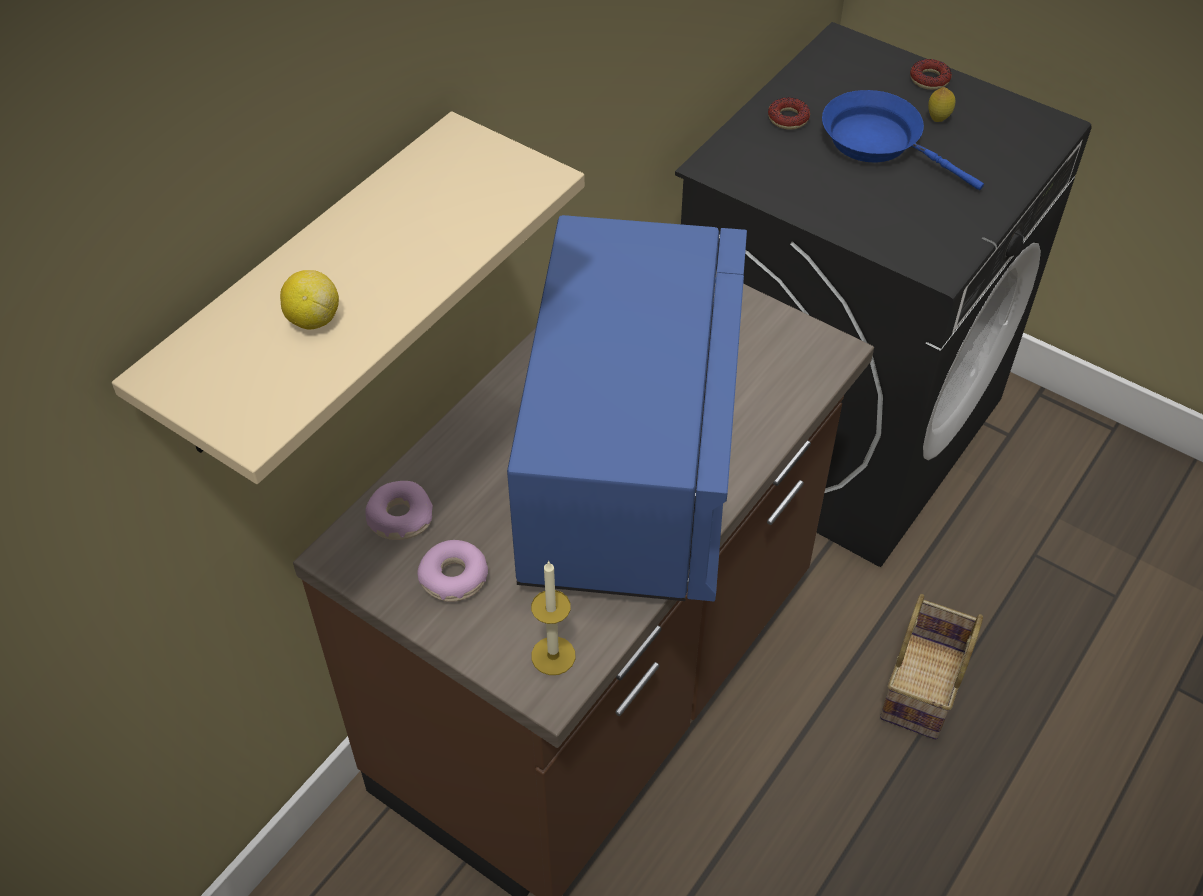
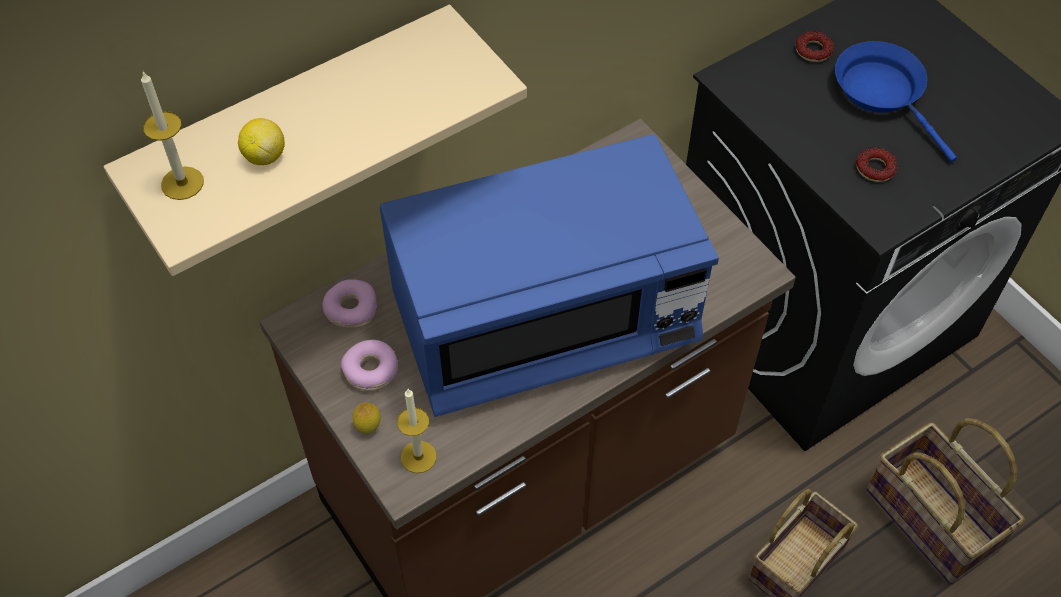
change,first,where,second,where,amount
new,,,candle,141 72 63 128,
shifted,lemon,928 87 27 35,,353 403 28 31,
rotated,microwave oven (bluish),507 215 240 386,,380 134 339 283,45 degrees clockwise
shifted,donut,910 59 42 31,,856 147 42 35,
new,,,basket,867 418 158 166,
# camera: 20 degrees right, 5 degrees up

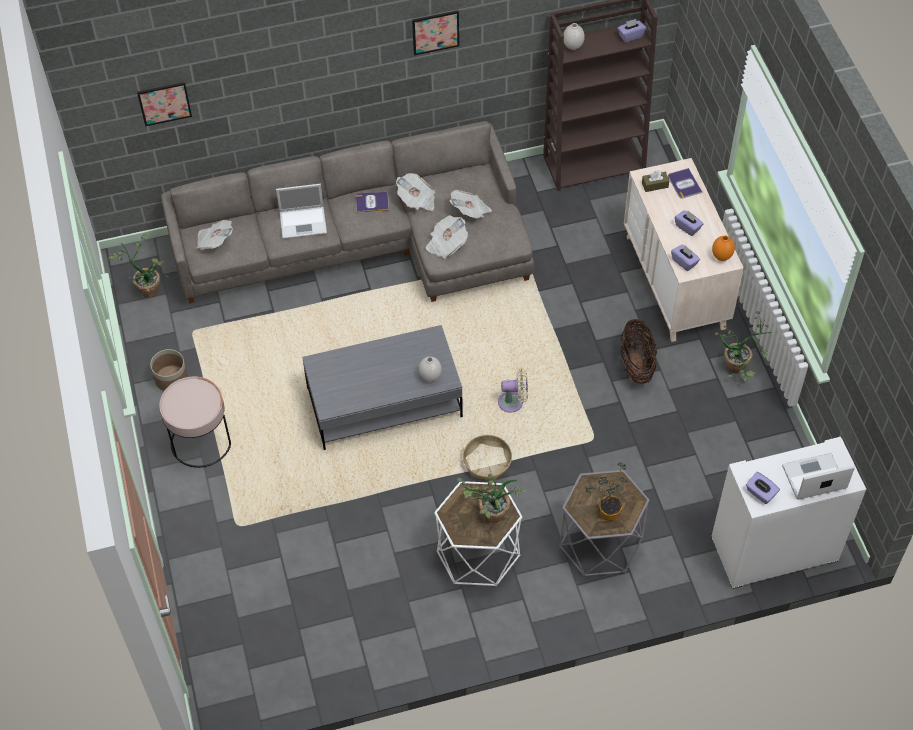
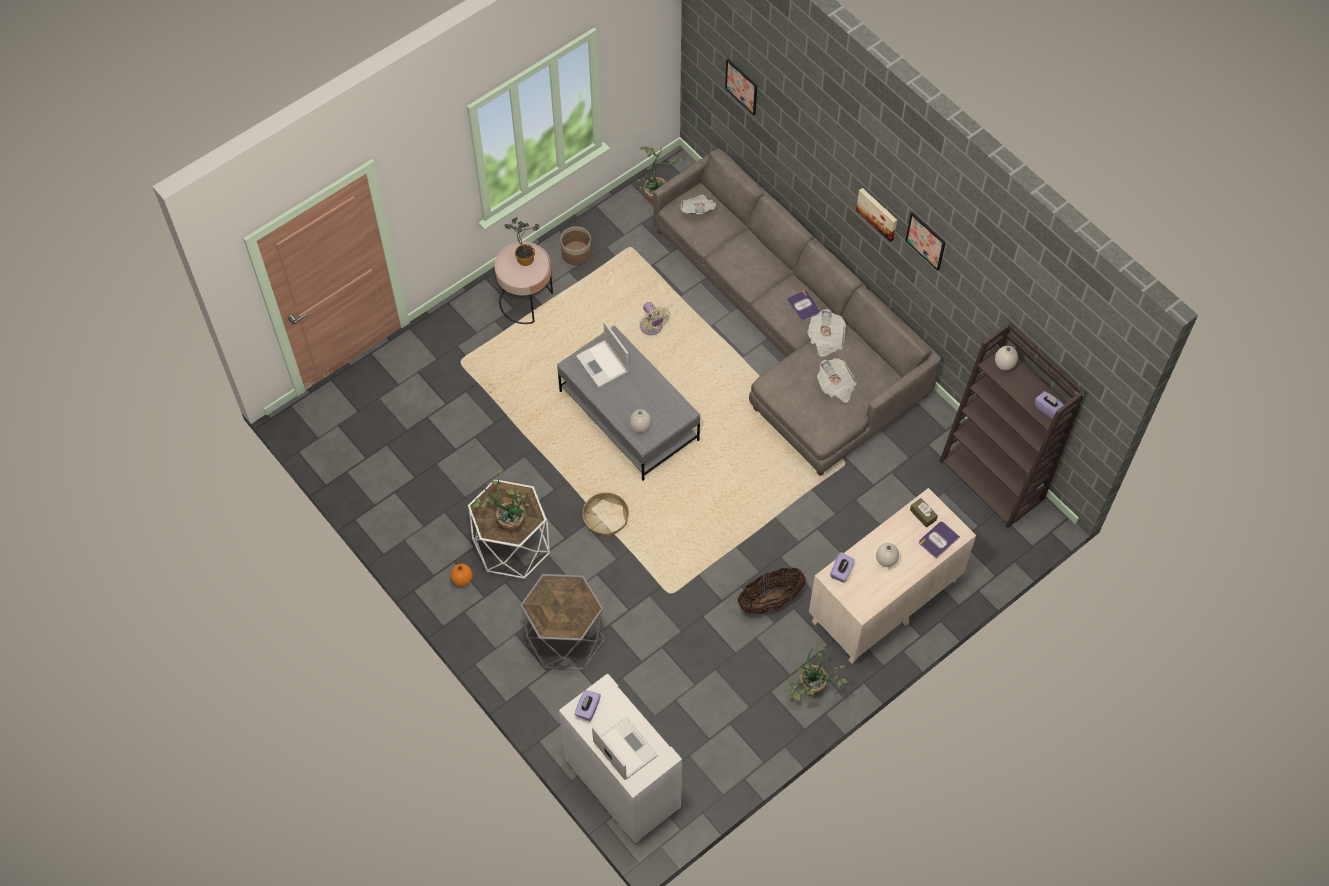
change,first,where,second,where,amount
shifted,flower vase (orangey),712 236 23 25,,451 564 21 23,
shifted,potted plant,585 462 43 59,,504 217 35 49,
shifted,portable computer,276 184 51 55,,576 322 53 66,
shifted,cooling fan (beige-coloured),498 368 30 45,,640 302 30 33,
new,,,wall art,856 188 41 54,
swapped,tissue box (purple),675 210 29 26,flower vase (whitish),876 543 23 24,
gone,printed paper,426 216 42 43,,,
# camera: 65 degrees right, 5 degrees up

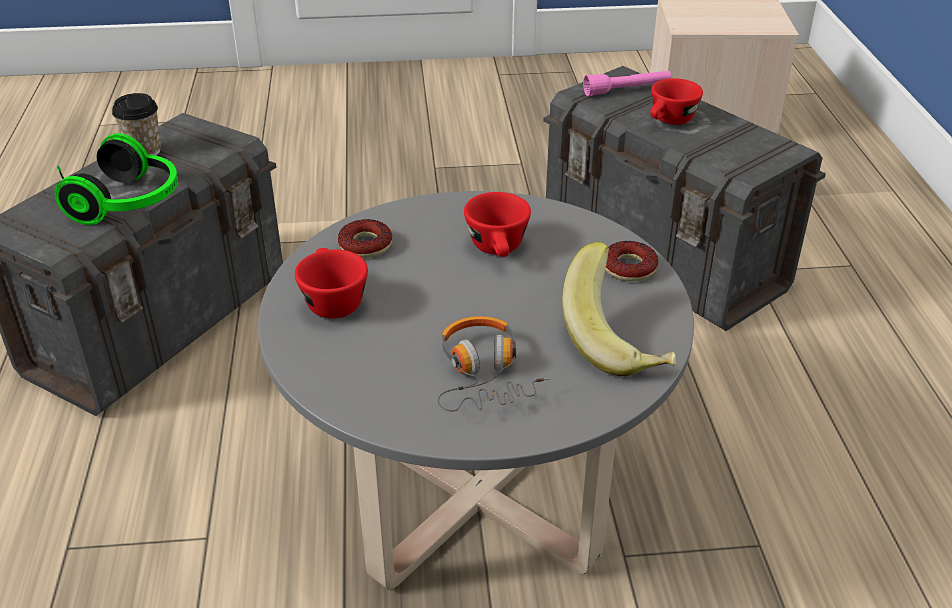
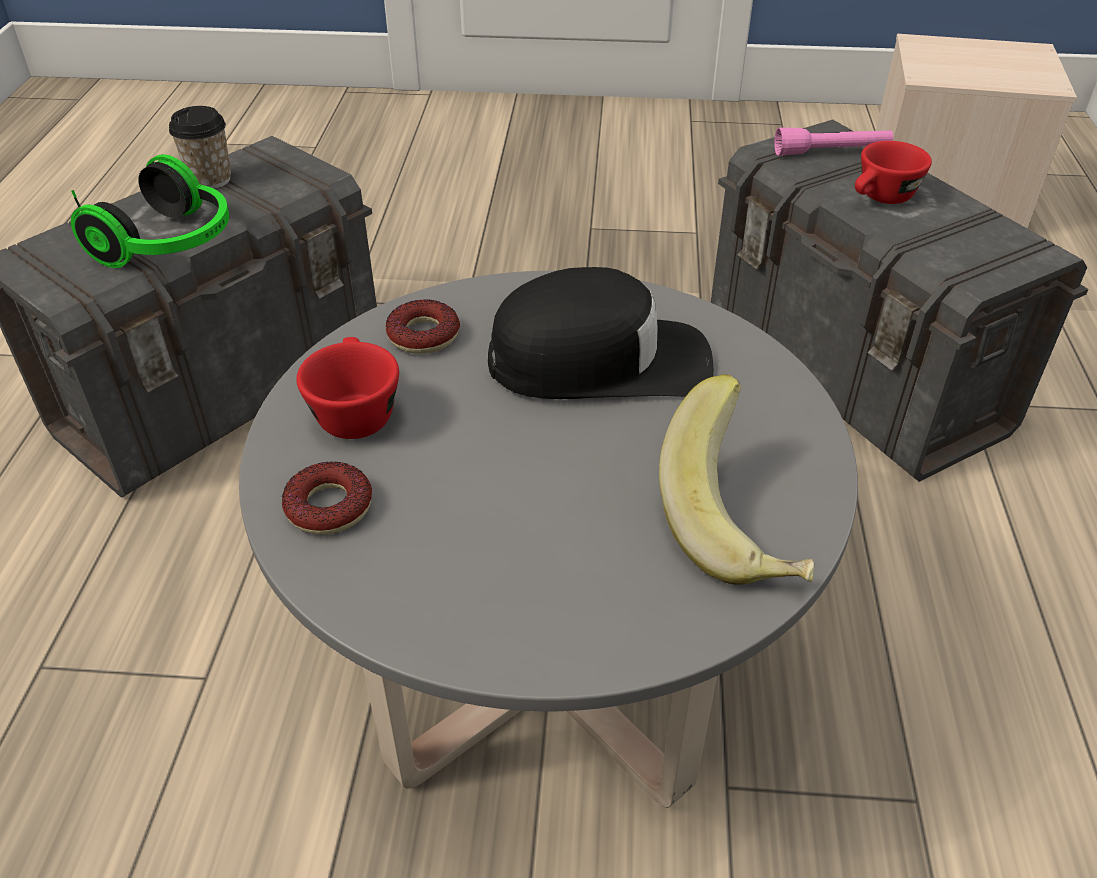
change,first,where,second,where,amount
shifted,donut,605 241 53 40,,282 462 90 73,
swapped,cup (red),464 192 67 65,baseball cap (black),488 267 225 132,
gone,headphones,437 316 113 95,,,
# camera: 10 degrees right, 5 degrees up

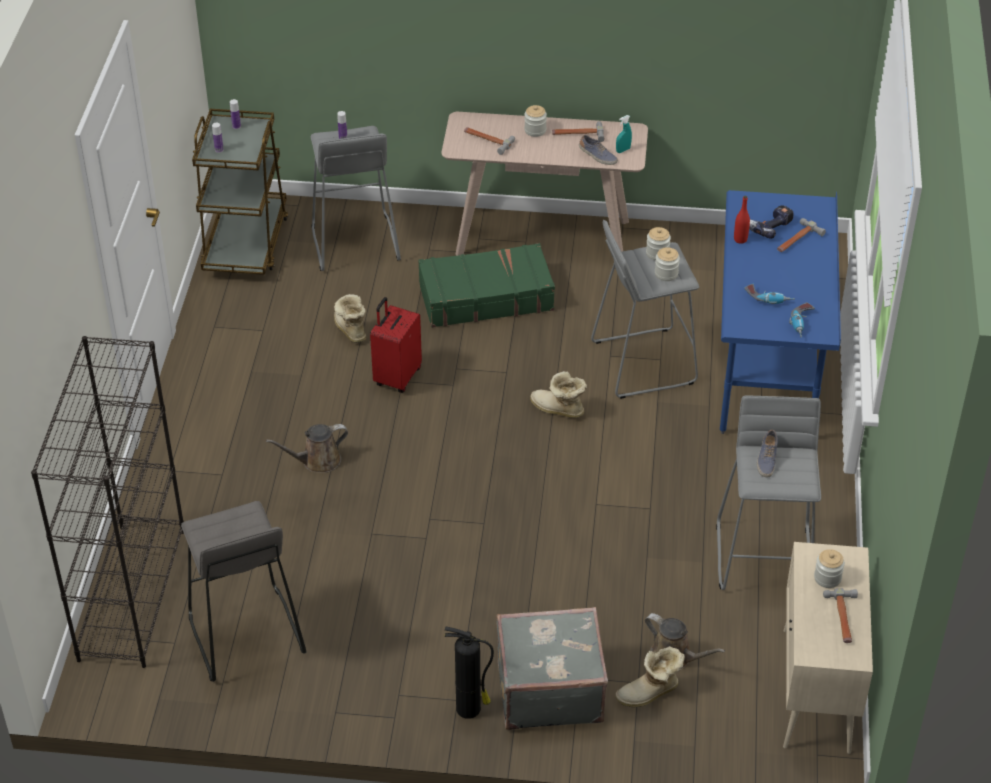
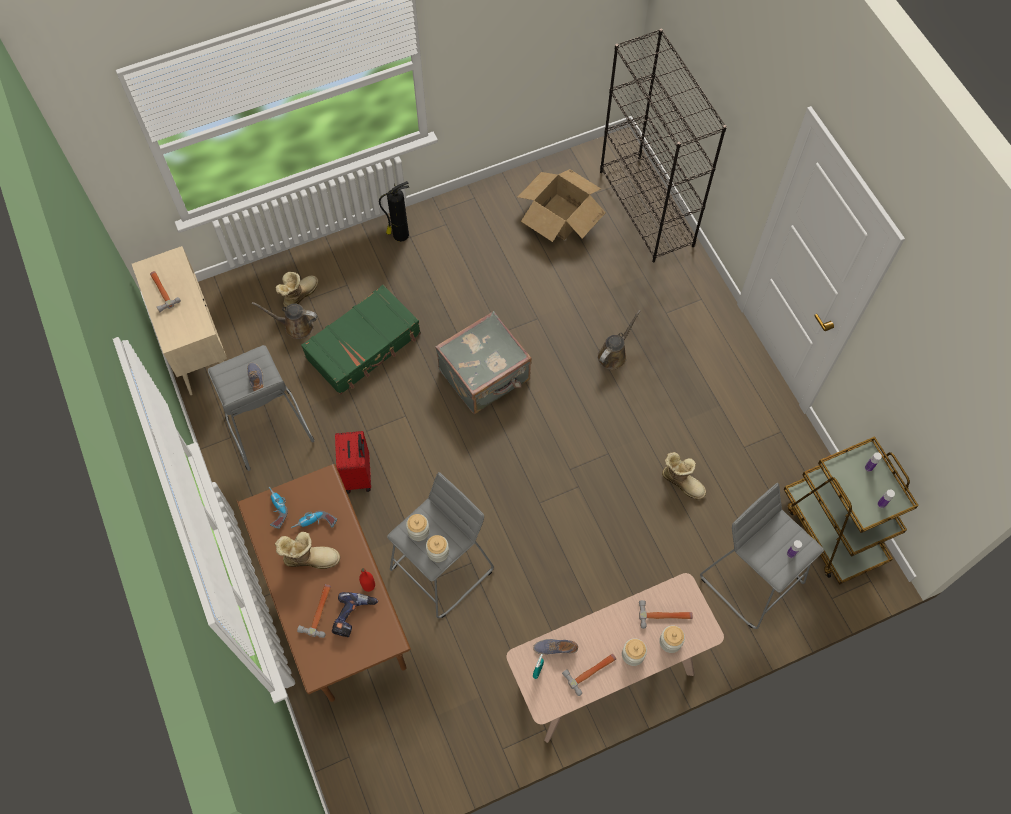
change,first,where,second,where,amount
repainted,desk (bluish),720 190 121 244,desk (brown-coloured),236 464 175 238,
shifted,tall boot,530 371 57 47,,275 532 65 37,
shifted,piece of luggage (green-coloured),418 243 137 85,,301 285 120 110,
shifted,piece of luggage (red),370 297 52 96,,335 431 36 63,
shifted,piece of luggage (grey),496 607 112 123,,435 311 97 103,
swapped,stool seat (grey),181 501 125 181,packing box,518 169 88 73,
shifted,storage jar,814 549 31 39,,659 625 26 28,
# camera: 150 degrees right, 20 degrees up

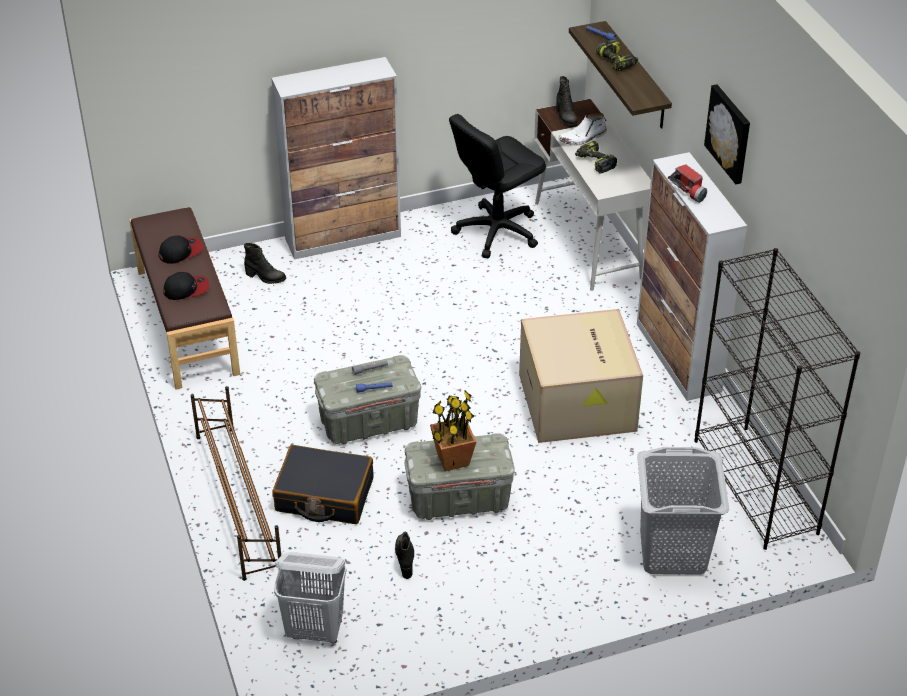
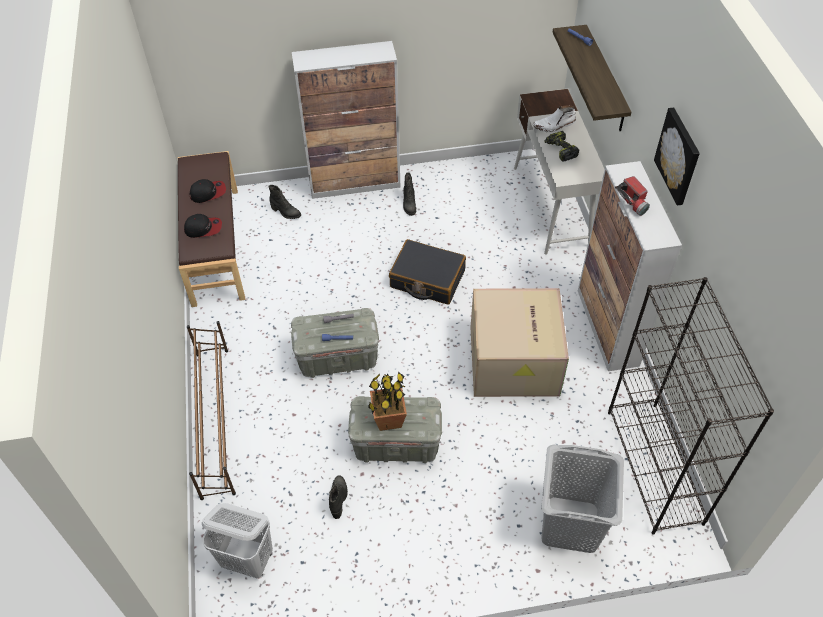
change,first,where,second,where,amount
shifted,piece of luggage (black),272 445 102 79,,389 239 77 66,
shifted,tall boot (black),556 76 22 51,,403 173 13 43,
gone,computer chair (black),449 114 97 144,,,
gone,electric drill,597 39 41 33,,,
# camera: 10 degrees right, 10 degrees up

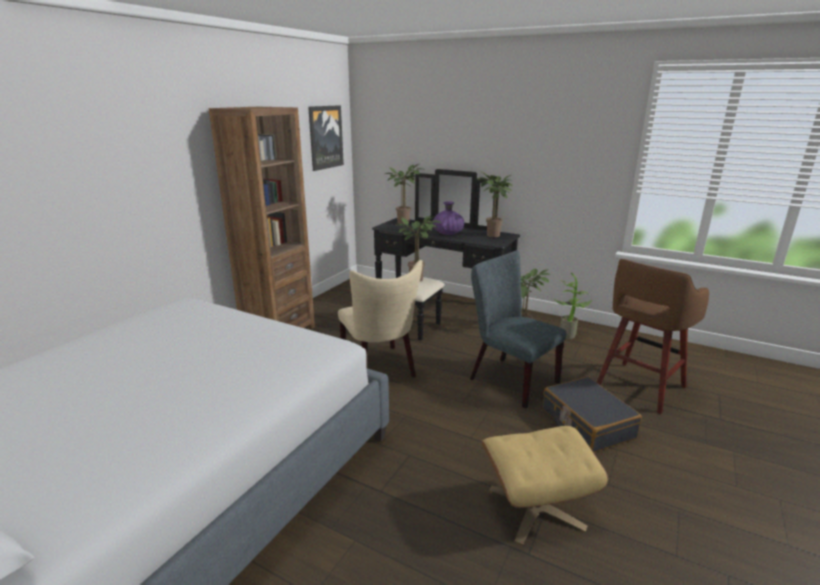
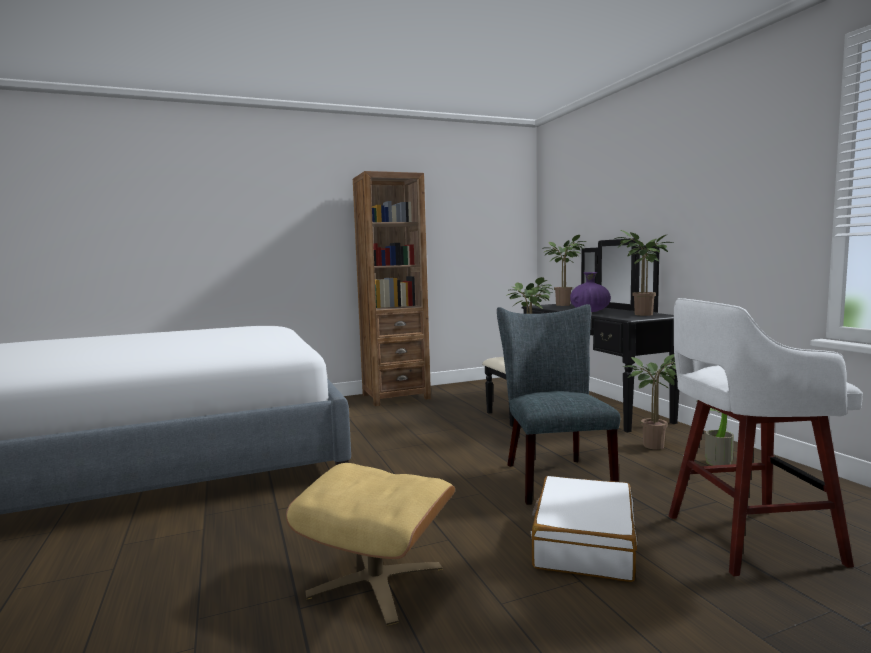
change,first,where,second,where,amount
repainted,piece of luggage (black),543 377 99 76,piece of luggage (whitish),531 476 106 106,
repainted,stool seat (brown-coloured),597 259 112 155,stool seat (whitish),669 298 194 278,
gone,wall art,308 105 36 66,,,
gone,plain chair (beige-coloured),338 260 85 118,,,
# camera: 40 degrees right, 15 degrees down

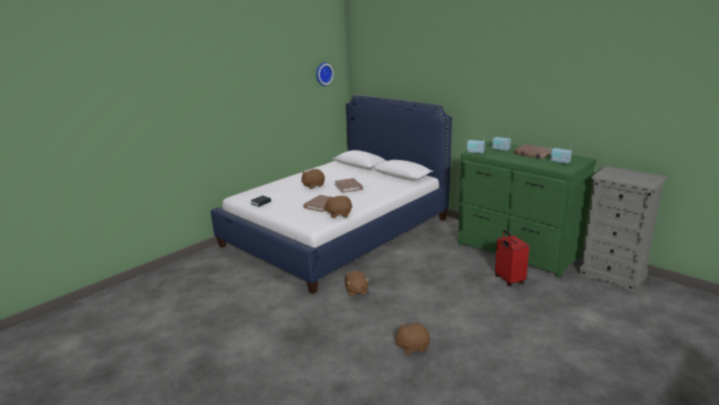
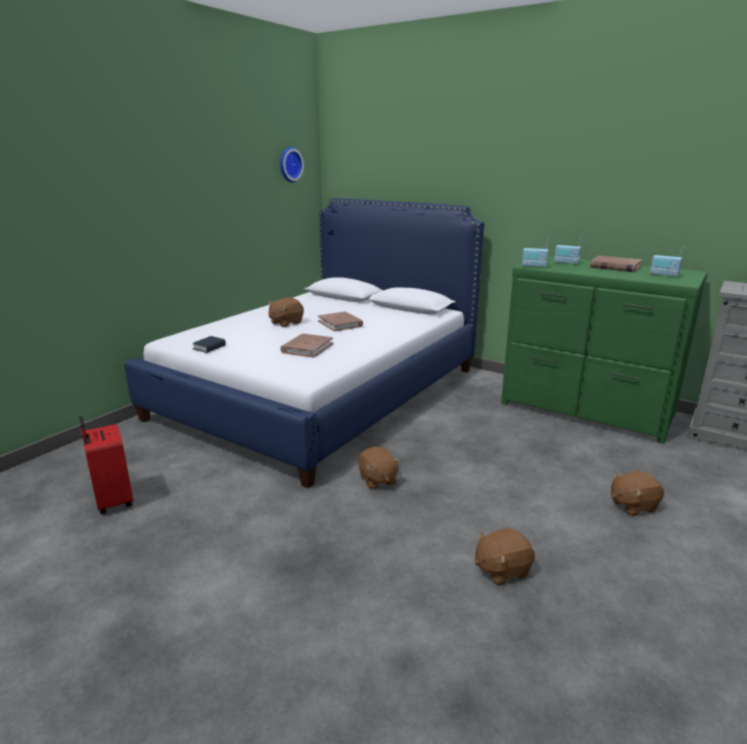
change,first,where,second,where,amount
shifted,piece of luggage (red),495 230 34 56,,79 416 54 98,
shifted,cuddly toy (brown-coloured),323 196 29 22,,611 471 53 45,
# camera: 10 degrees left, 0 degrees up

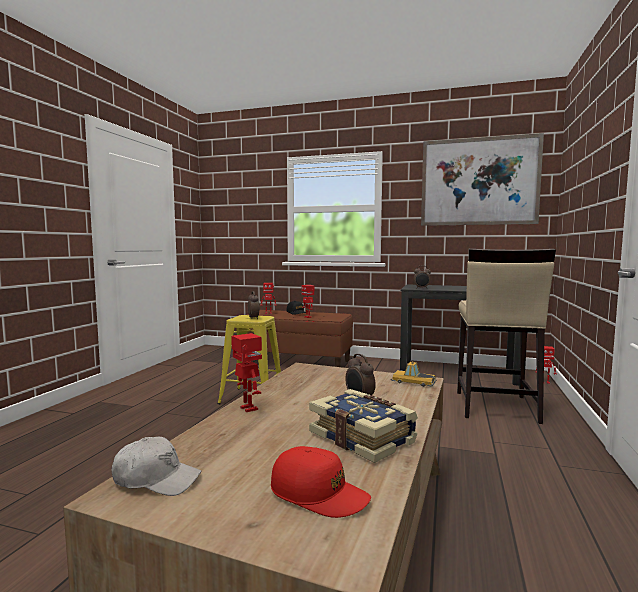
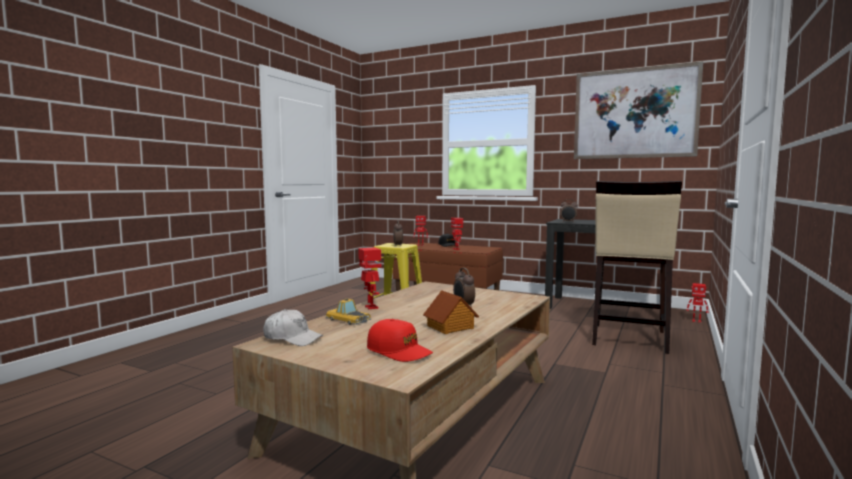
change,first,where,second,where,amount
shifted,toy car,391 362 45 25,,326 298 46 27,
swapped,bound book,309 389 109 74,toy house,423 290 56 44,
# camera: 10 degrees right, 0 degrees up

